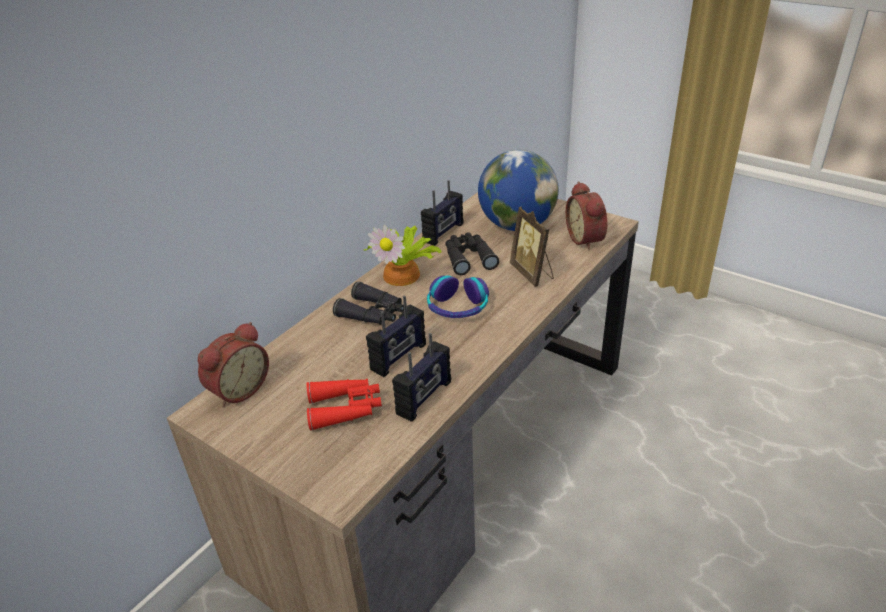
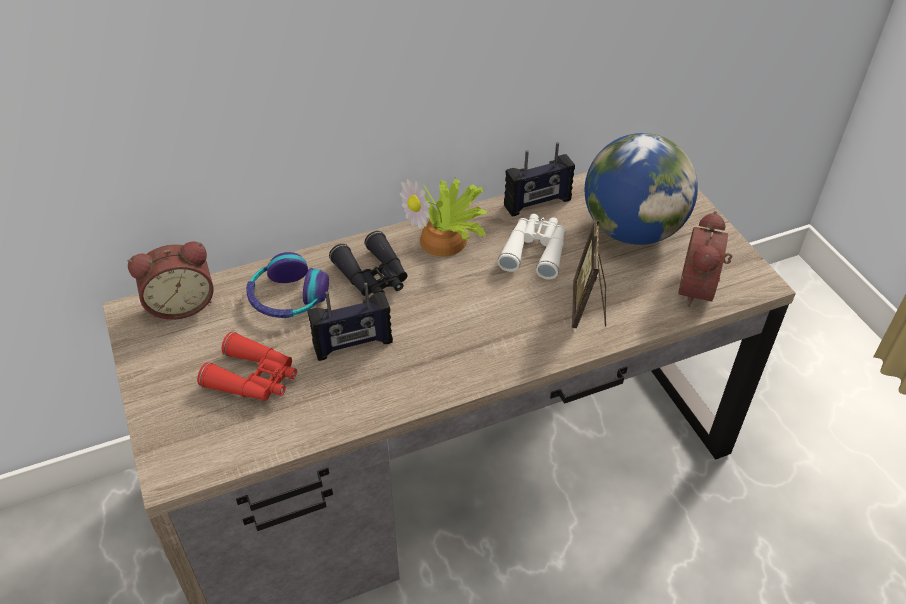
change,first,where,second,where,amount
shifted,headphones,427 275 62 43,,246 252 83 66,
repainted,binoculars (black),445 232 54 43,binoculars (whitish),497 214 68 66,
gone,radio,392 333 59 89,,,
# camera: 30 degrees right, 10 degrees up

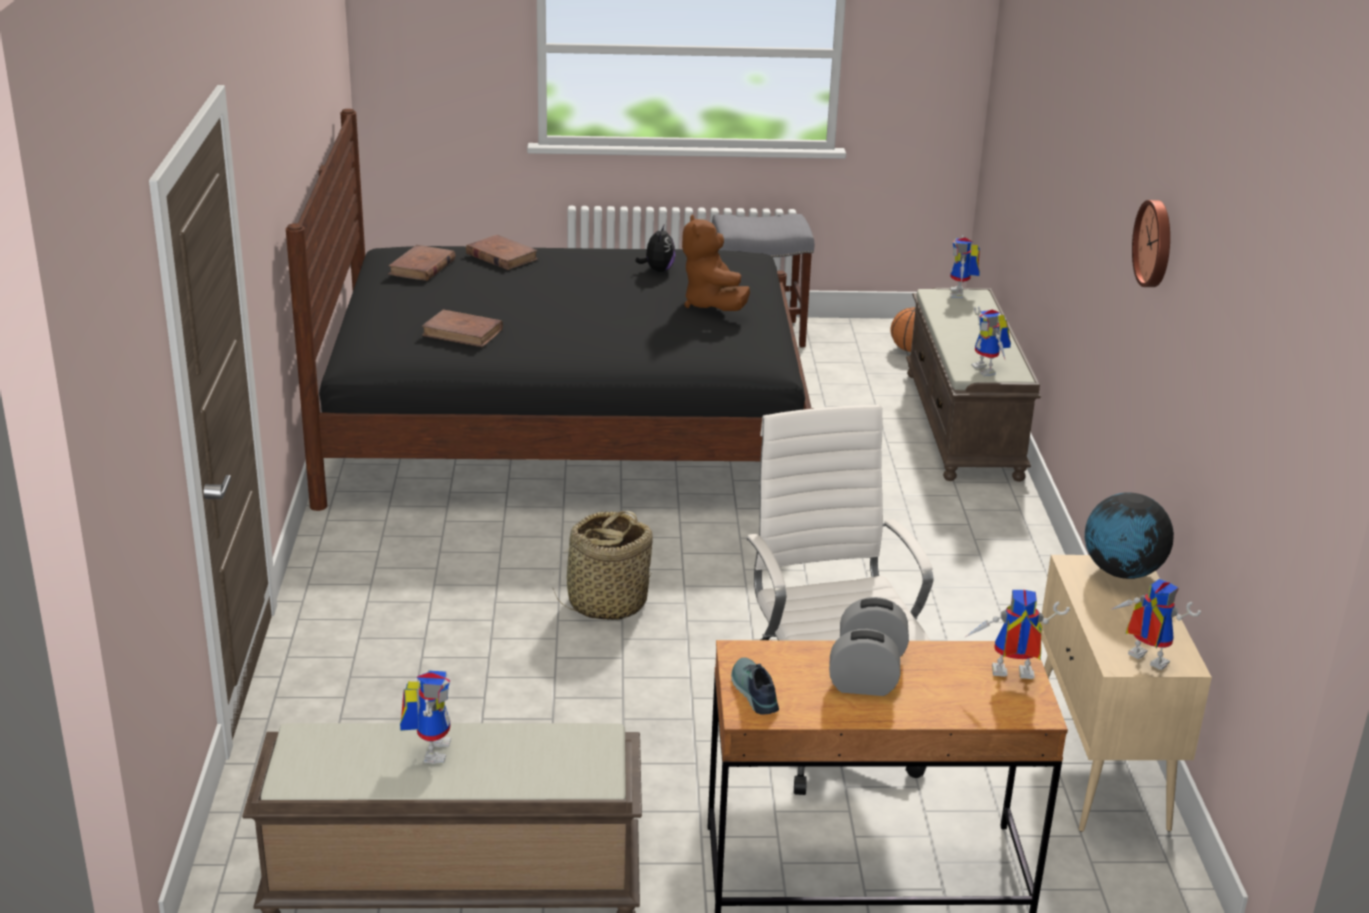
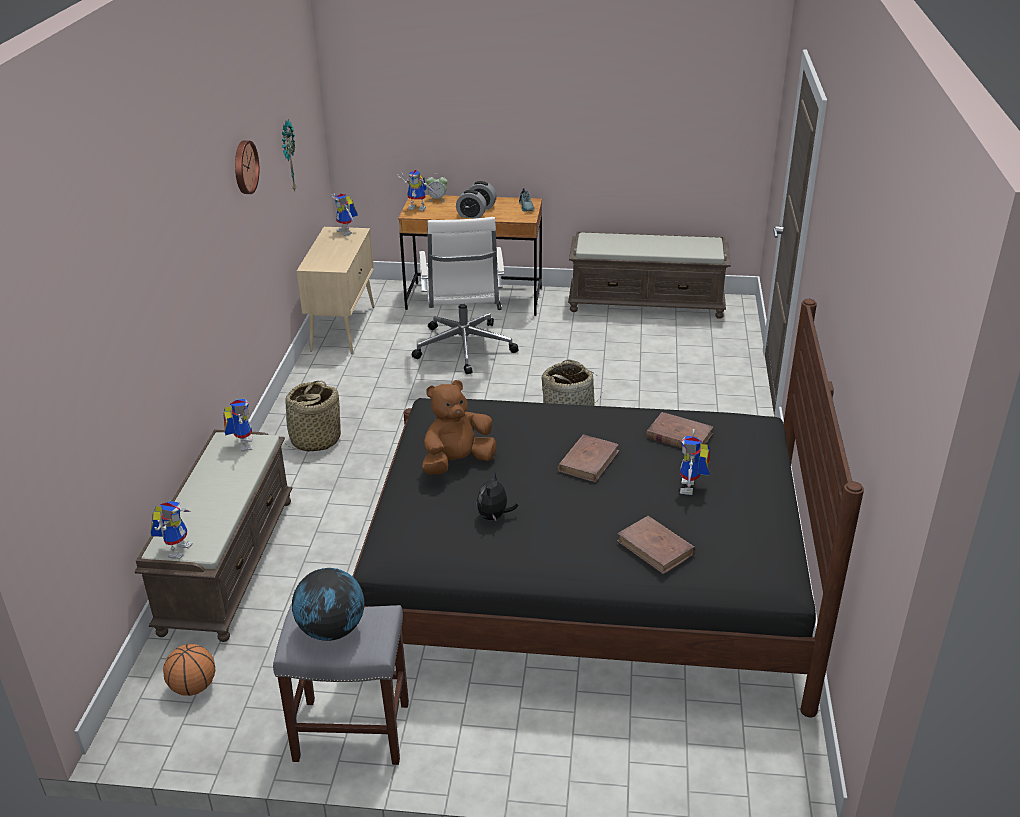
change,first,where,second,where,amount
new,,,wall clock,282 119 14 72,
new,,,basket,283 380 58 71,
shifted,desk globe,1085 492 89 87,,292 568 72 73,
rotated,cuddly toy (brown-coloured),682 214 68 97,,422 380 74 95,120 degrees counterclockwise
new,,,table clock,426 174 22 28,
shifted,bound book (brown-coloured),388 245 68 36,,557 434 63 49,
shifted,robot figure,400 670 51 94,,680 429 30 66,
# camera: 170 degrees left, 5 degrees up

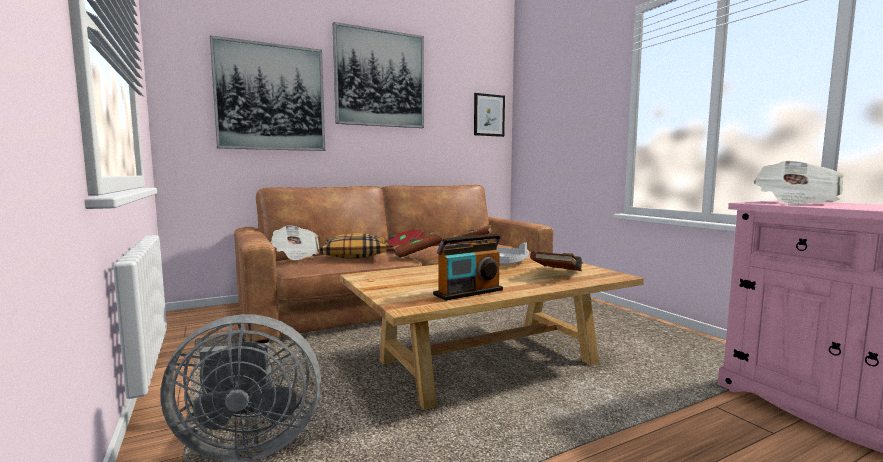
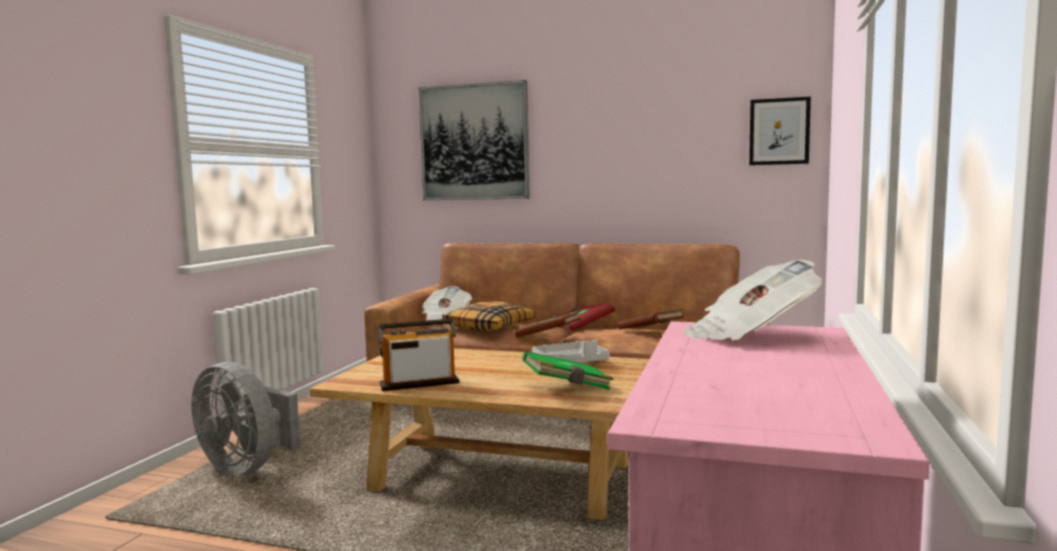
change,first,where,second,where,amount
rotated,radio,433 234 70 67,,378 319 81 72,150 degrees clockwise
repainted,bound book (brown-coloured),530 251 53 20,bound book (green-coloured),522 351 92 39,
gone,wall art,333 22 91 106,,,
# camera: 45 degrees right, 0 degrees up

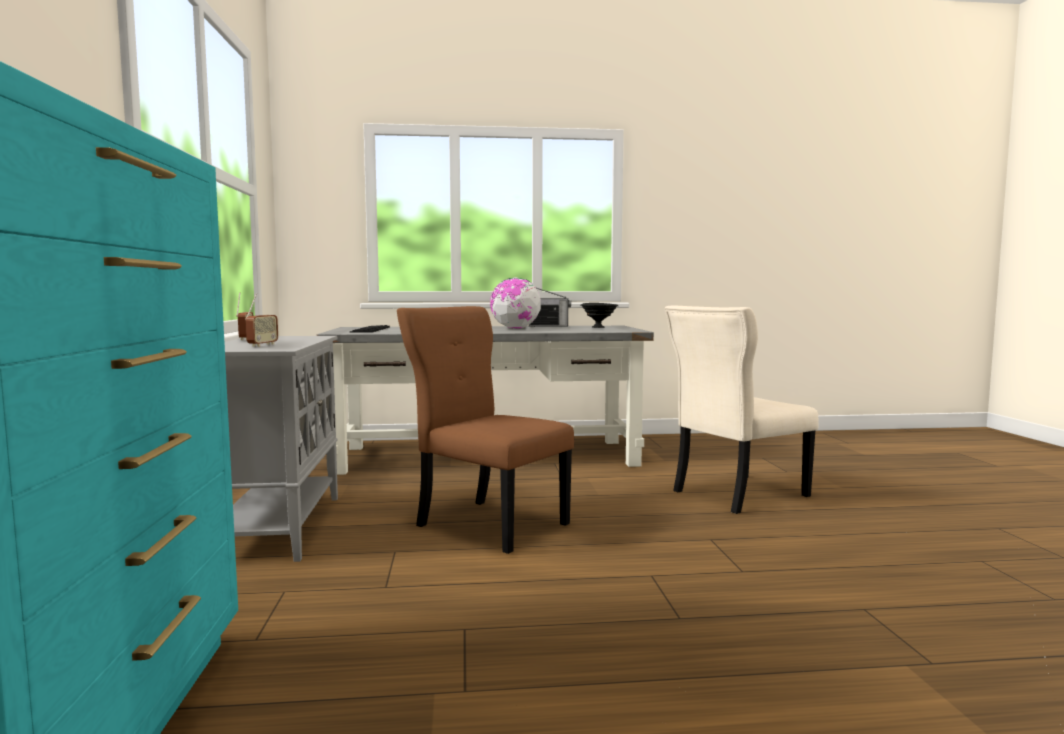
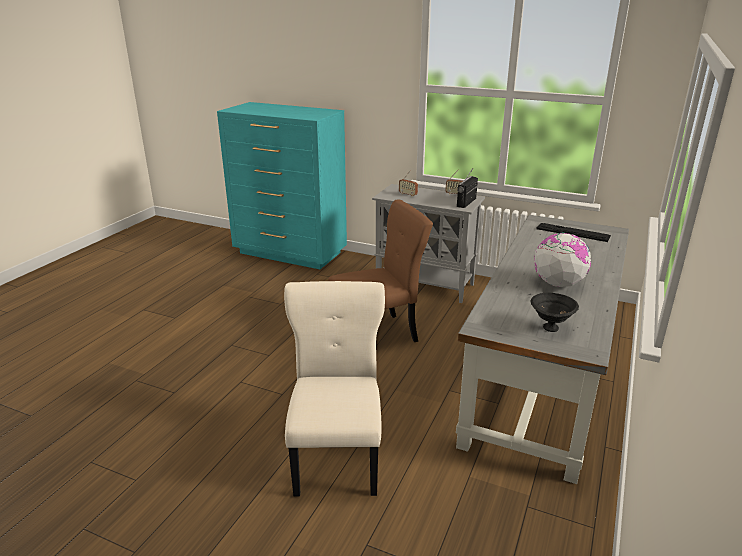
change,first,where,second,where,amount
shifted,radio,529 288 42 39,,457 168 21 40,
# camera: 120 degrees right, 20 degrees up

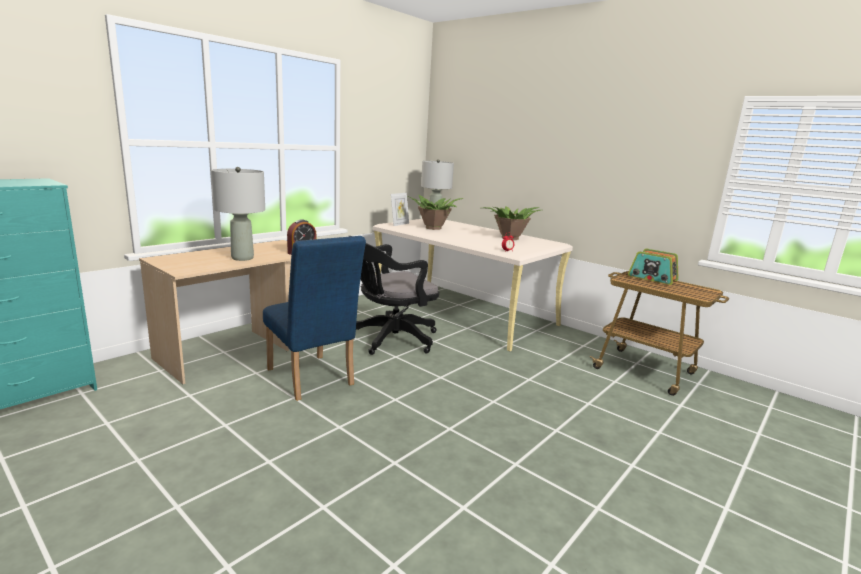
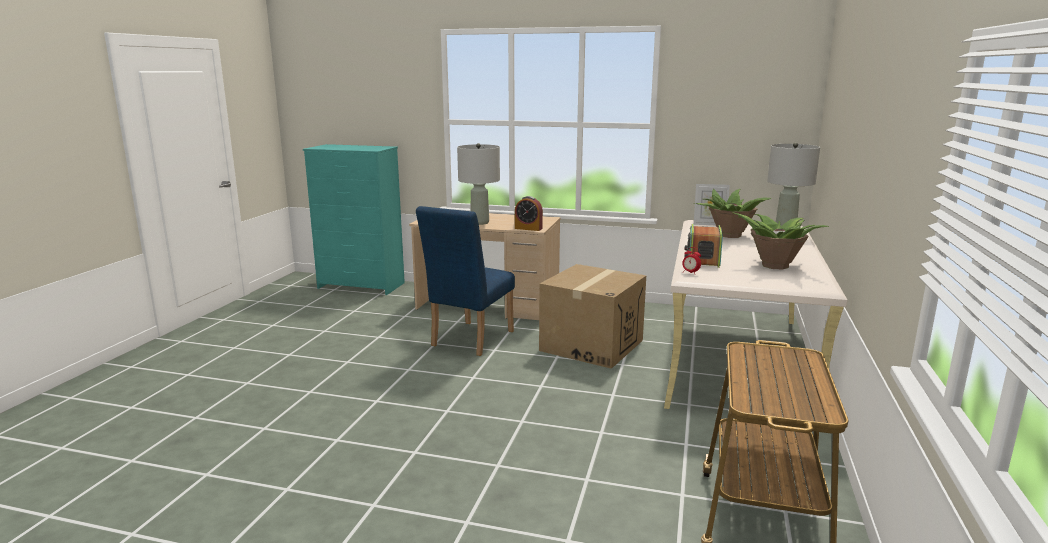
change,first,where,second,where,amount
swapped,computer chair (black),348 236 91 119,packing box,539 264 107 105,
shifted,radio,628 249 51 36,,684 224 39 44,
# camera: 65 degrees right, 0 degrees up

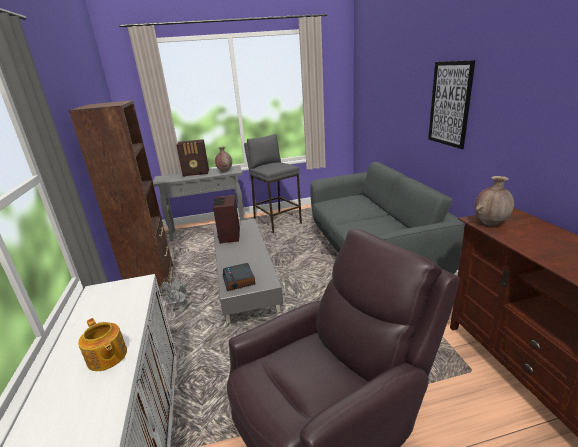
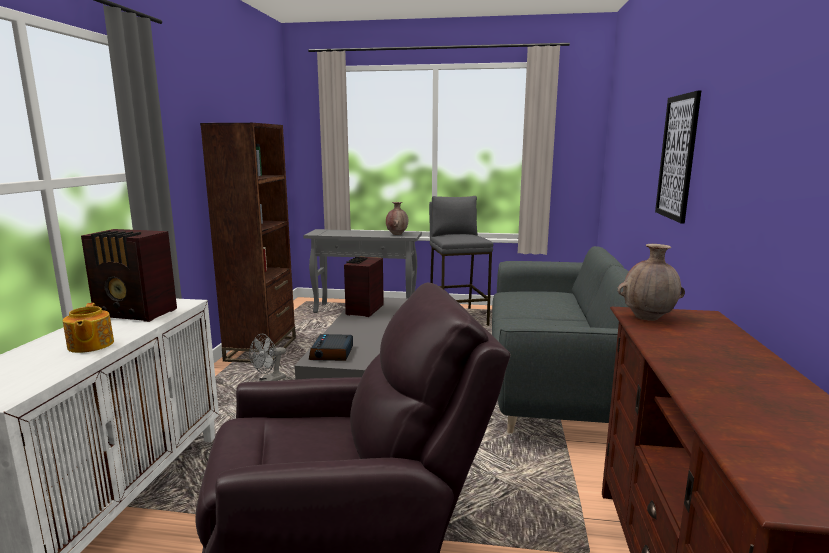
change,first,where,second,where,amount
shifted,radio,176 139 33 38,,81 229 96 93,
# camera: 20 degrees right, 10 degrees down

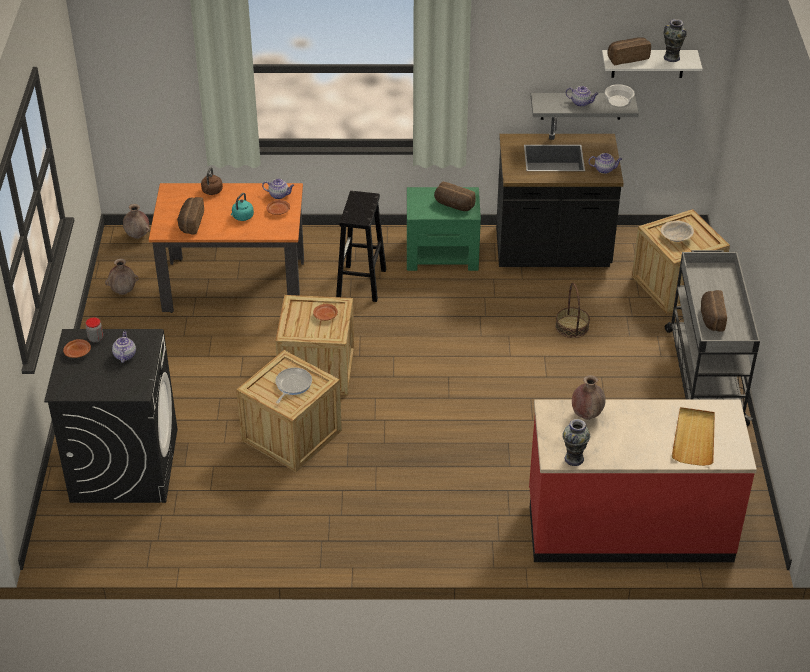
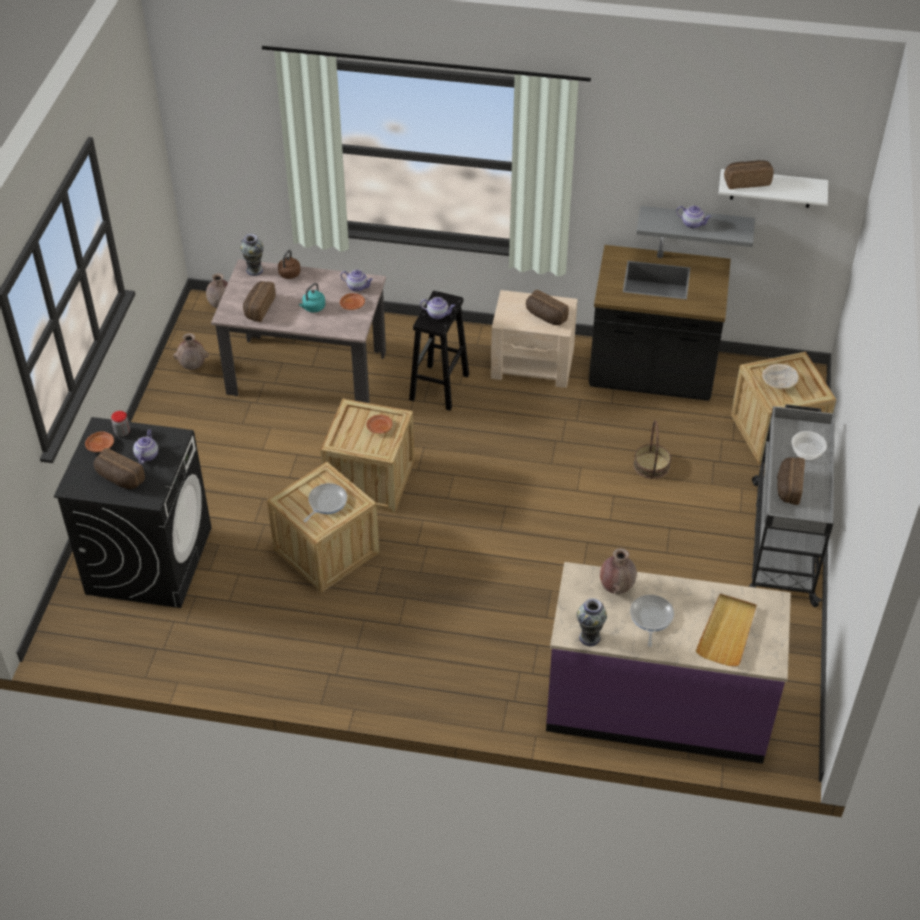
change,first,where,second,where,amount
new,,,bakery bread,94 448 51 41,
repainted,kitchen table (orangey),149 183 155 130,kitchen table (beige-coloured),211 259 175 144,
shifted,flower vase,663 19 24 43,,240 234 24 42,
shifted,teapot,588 153 34 21,,420 297 35 22,
repainted,night table (green-coloured),407 187 74 84,night table (beige-coloured),491 290 87 98,
repainted,counter (red),529 399 228 163,counter (purple),546 562 245 202,
new,,,pan,630 595 44 52,
shifted,serving bowl,605 84 30 24,,792 431 35 31,
# camera: 10 degrees right, 5 degrees up

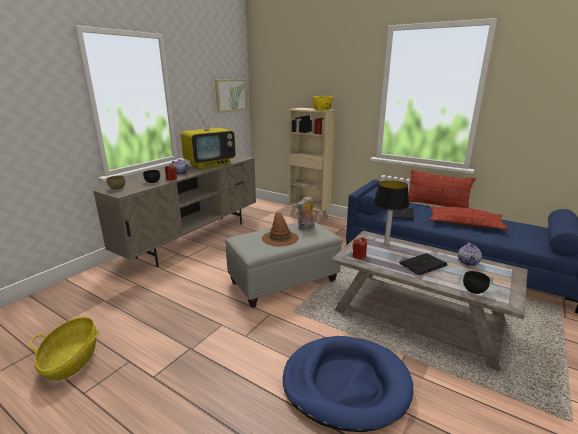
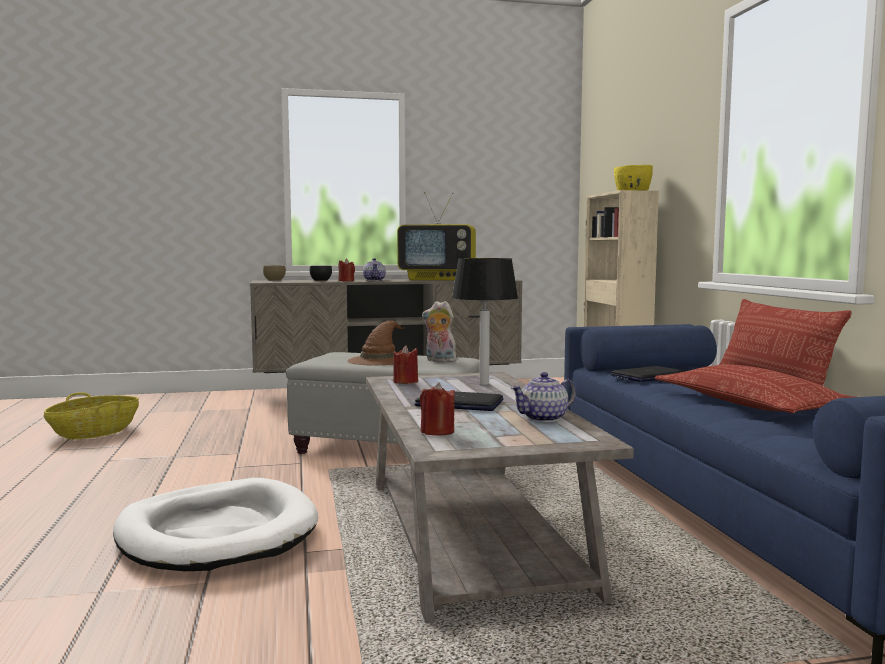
change,first,where,second,where,amount
repainted,pet bed (bluish),283 336 130 96,pet bed (whitish),113 478 205 93,
swapped,serving bowl (black),463 271 27 23,candle (red),420 382 35 54,
gone,wall art,215 79 32 34,,,
# camera: 45 degrees right, 15 degrees down

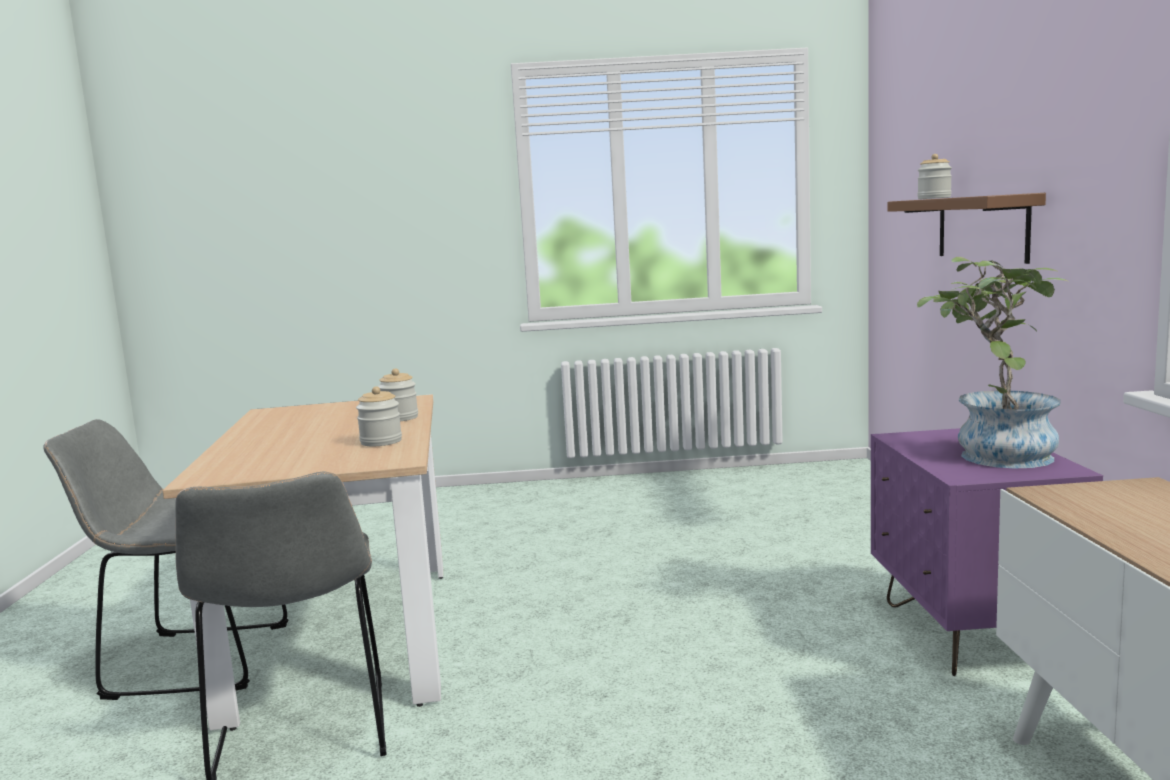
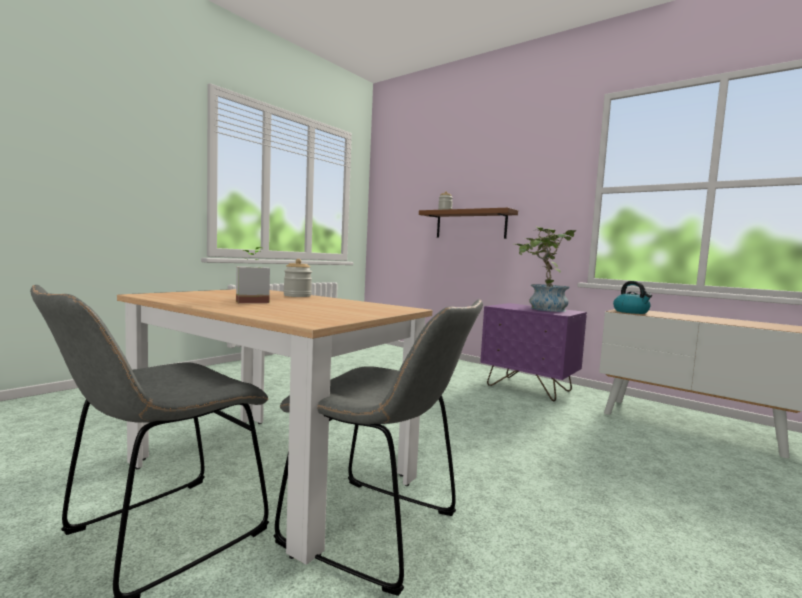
change,first,where,second,where,amount
new,,,potted plant,236 247 34 56,
new,,,water kettle,613 281 39 33,
gone,storage jar,356 386 46 60,,,
# camera: 50 degrees left, 5 degrees down

